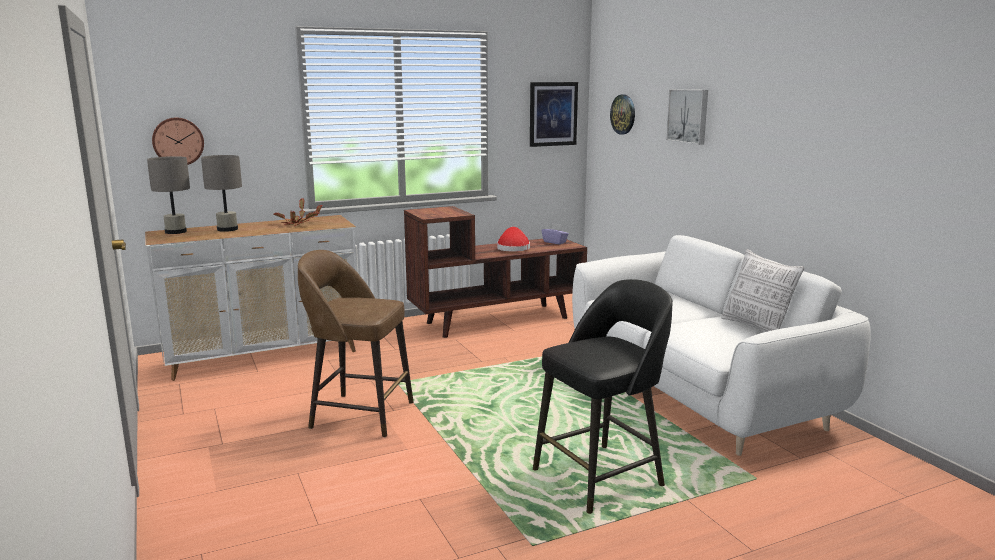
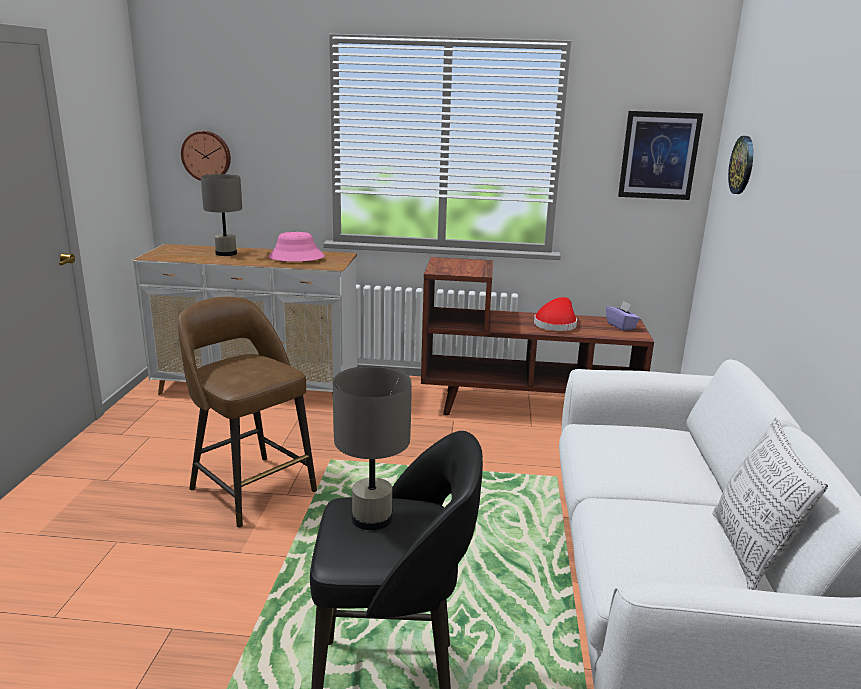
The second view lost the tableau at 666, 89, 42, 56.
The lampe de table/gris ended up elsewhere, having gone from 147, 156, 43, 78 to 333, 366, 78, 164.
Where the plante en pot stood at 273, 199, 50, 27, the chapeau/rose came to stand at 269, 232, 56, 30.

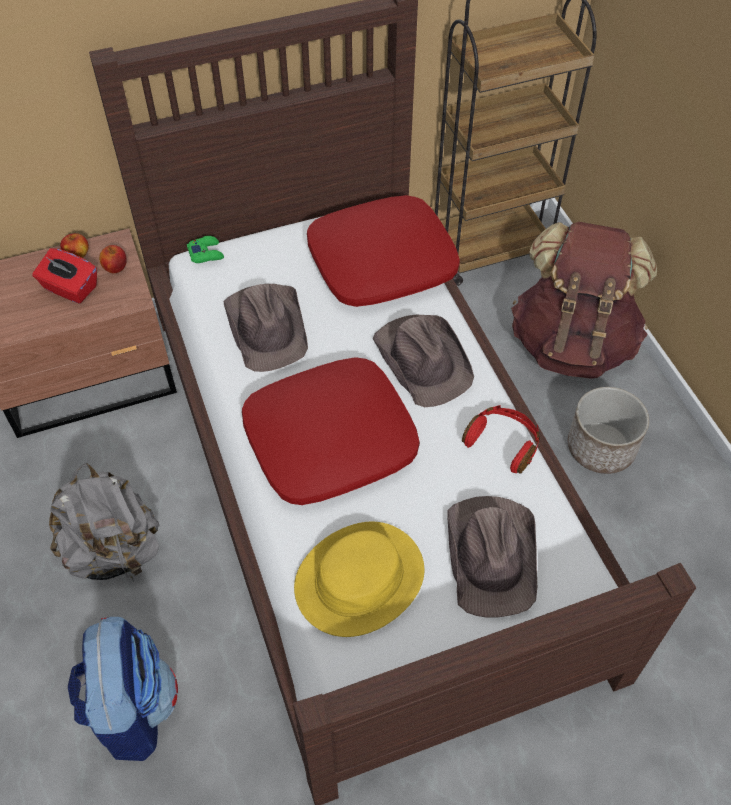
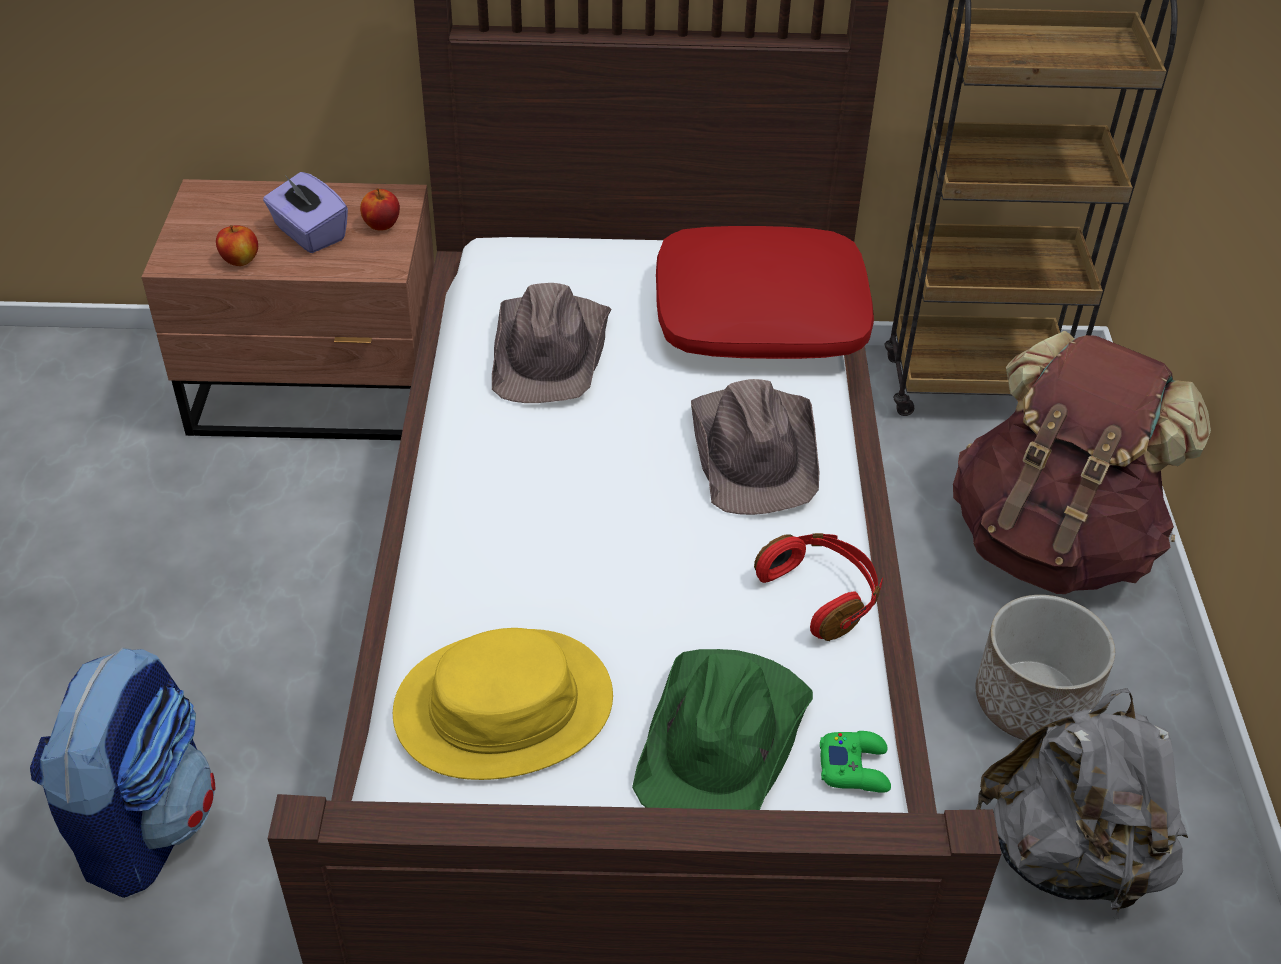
The second view lost the coussin/rouge at 242, 357, 178, 148.
The sac à dos/gris ended up elsewhere, having gone from 49, 463, 111, 118 to 976, 688, 212, 231.
The pomme ended up elsewhere, having gone from 60, 233, 29, 25 to 216, 225, 42, 41.
The manette/vert ended up elsewhere, having gone from 187, 236, 37, 27 to 820, 731, 71, 62.
What was the boîte à mouchoirs/rouge at 32, 248, 65, 56 turned into the boîte à mouchoirs/violet at 263, 172, 85, 81.
What was the chapeau/marron at 447, 496, 90, 122 turned into the chapeau/vert at 632, 649, 181, 161.

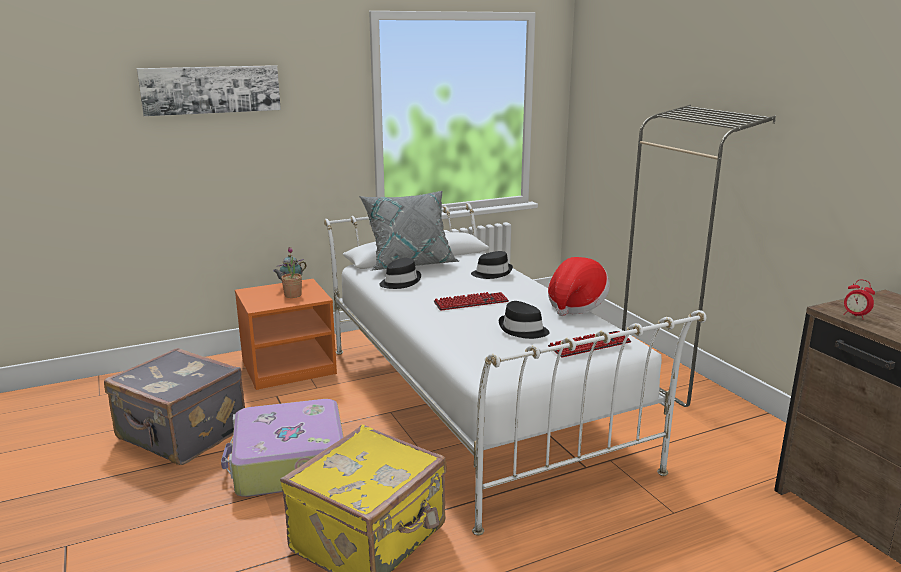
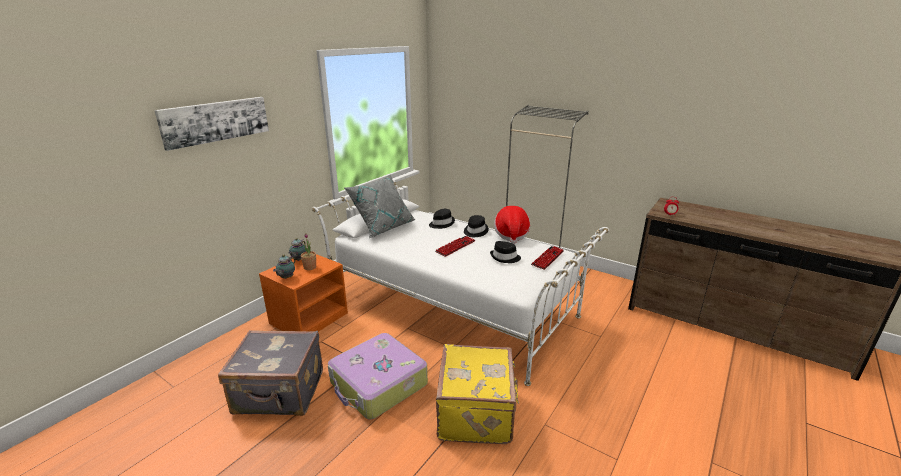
The second view gained the théière at 273, 255, 22, 24.
The chapeau/noir ended up elsewhere, having gone from 380, 258, 41, 31 to 464, 215, 25, 22.

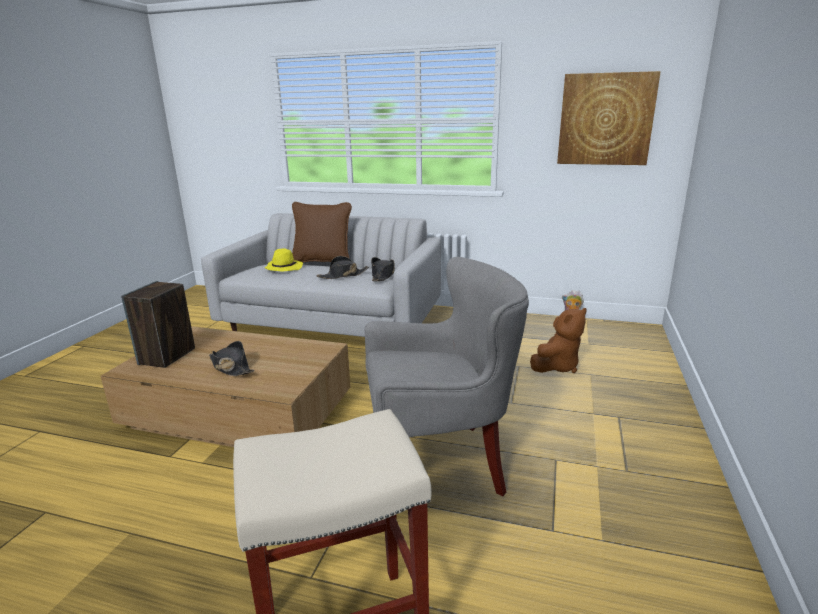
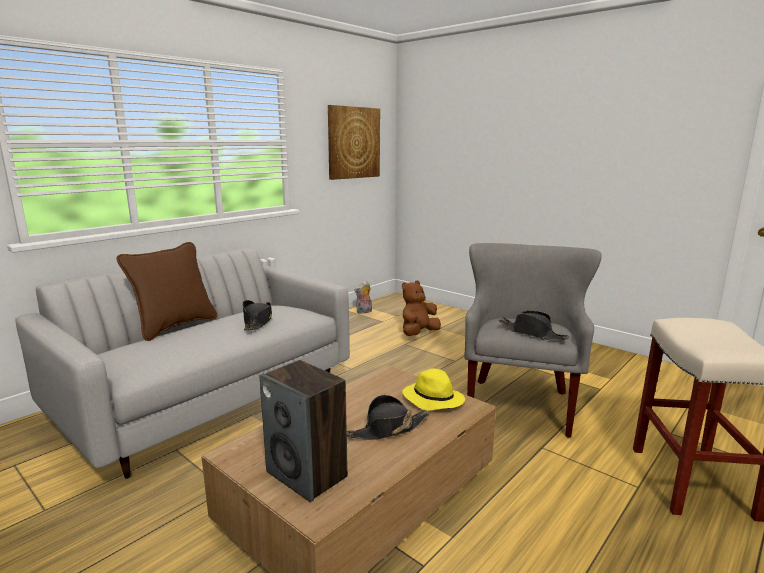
The chapeau/jaune ended up elsewhere, having gone from 264, 248, 39, 23 to 402, 369, 63, 41.
The chapeau/noir ended up elsewhere, having gone from 371, 257, 24, 24 to 499, 310, 70, 31.
The peluche/marron at 530, 308, 56, 65 ended up facing another way, 120 degrees counterclockwise from before.

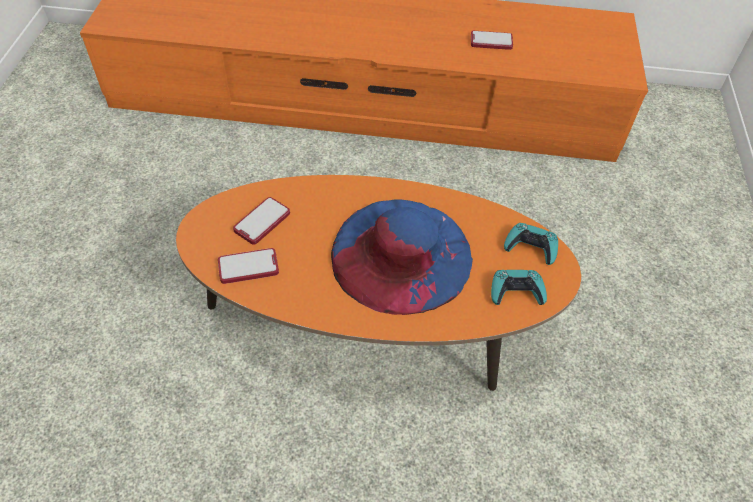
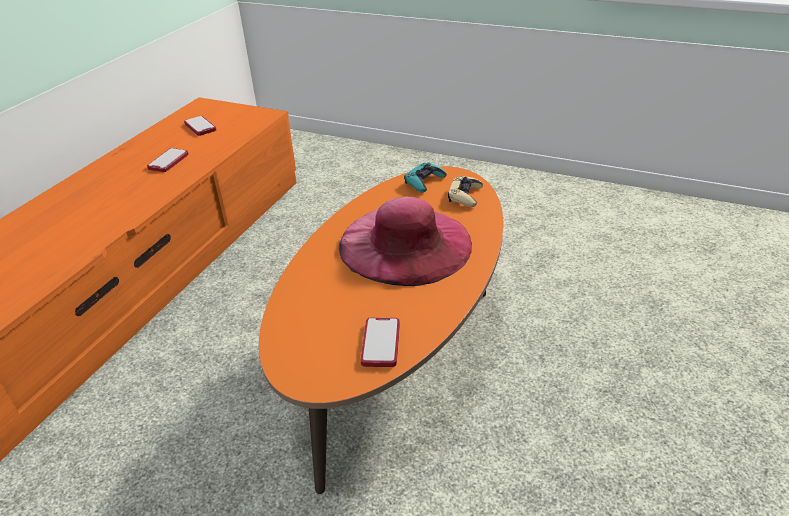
The téléphone ended up elsewhere, having gone from 233, 197, 57, 48 to 184, 116, 33, 20.
What was the chapeau/bleu at 331, 199, 142, 116 turned into the chapeau/rose at 339, 197, 133, 89.
What was the manette/turquoise at 491, 270, 56, 35 turned into the manette/beige at 448, 176, 35, 31.

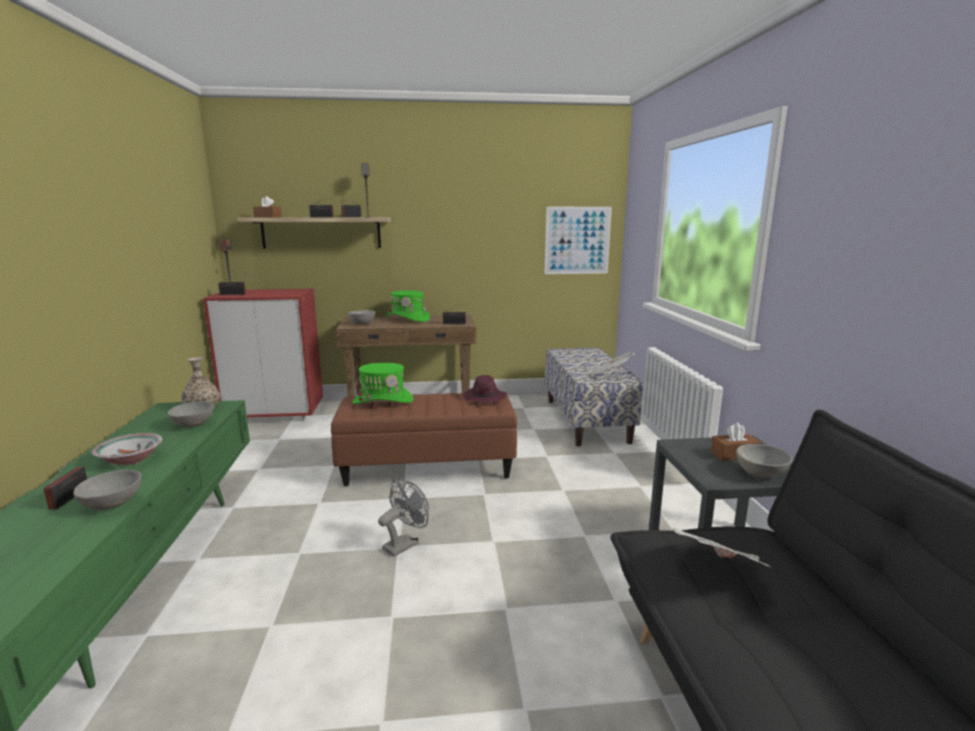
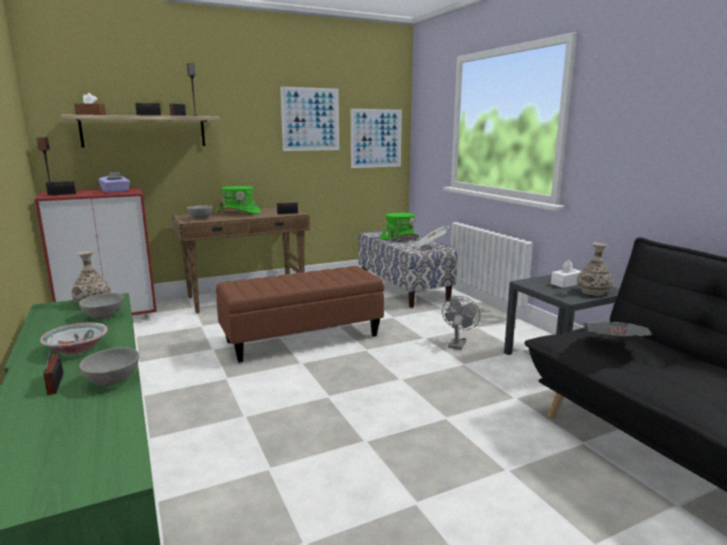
The second view lost the chapeau/violet at 464, 375, 43, 28.
The second view gained the boîte à mouchoirs/violet at 98, 172, 32, 21.
The second view gained the tableau at 280, 87, 59, 64.
The chapeau/vert ended up elsewhere, having gone from 352, 363, 62, 41 to 380, 213, 40, 27.
The ventilateur/gris ended up elsewhere, having gone from 378, 479, 51, 78 to 442, 296, 38, 54.
Where the bol/gris stood at 736, 444, 56, 34, the vase came to stand at 577, 243, 36, 53.
What was the boîte à mouchoirs/marron at 710, 423, 51, 38 turned into the boîte à mouchoirs/blanc at 551, 260, 30, 28.

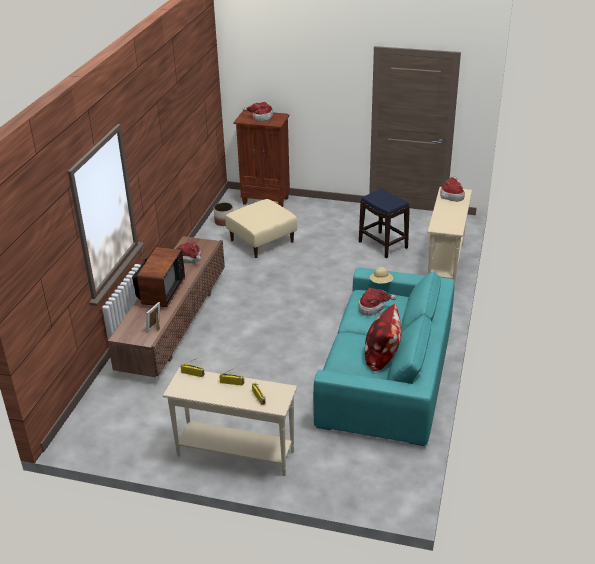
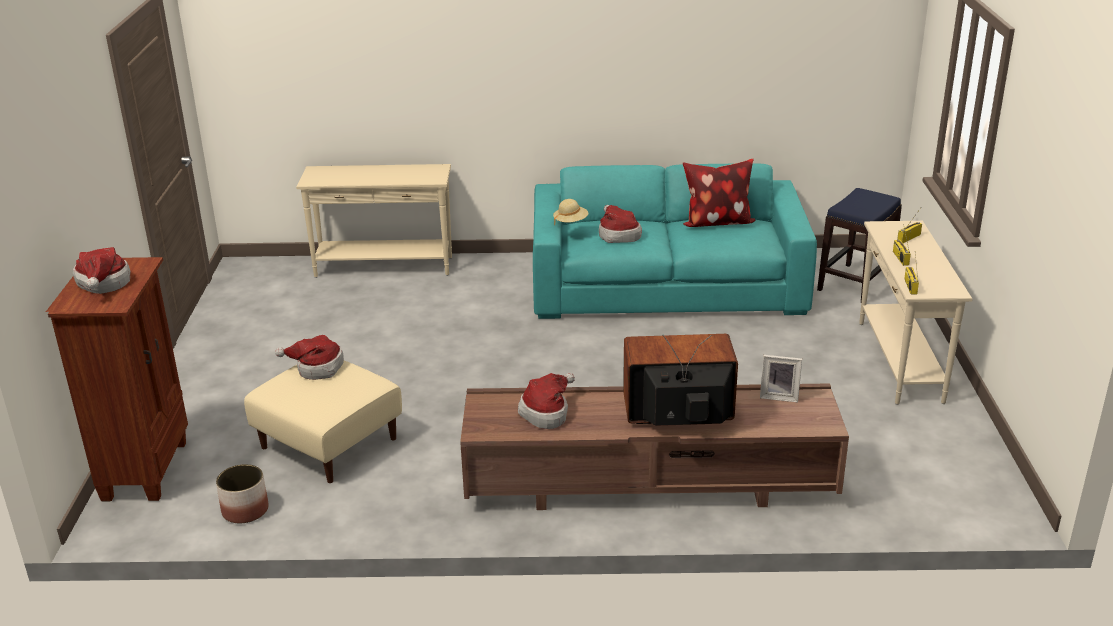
The tabouret ended up elsewhere, having gone from 359, 189, 51, 69 to 817, 188, 85, 113.
The chapeau ended up elsewhere, having gone from 440, 177, 25, 25 to 275, 335, 69, 45.

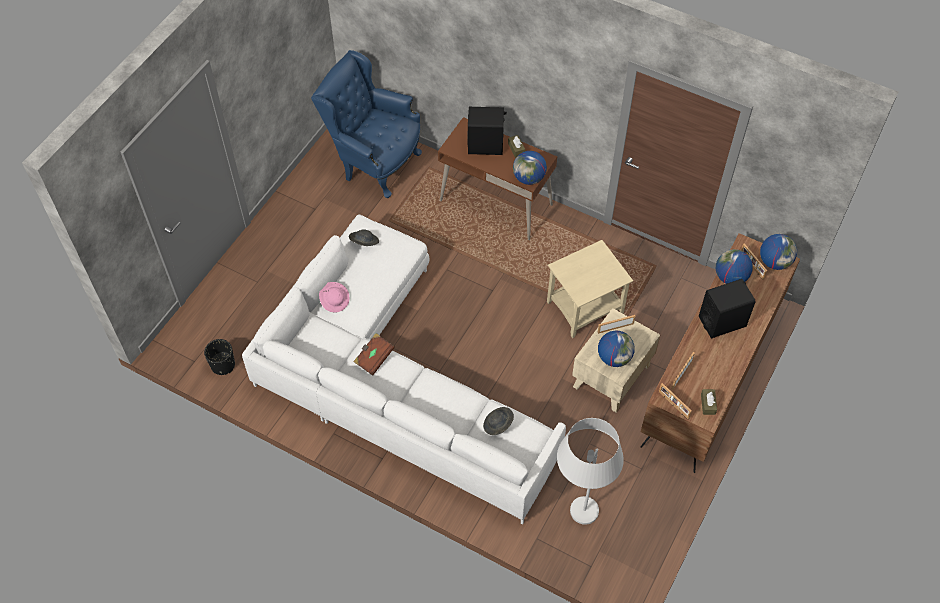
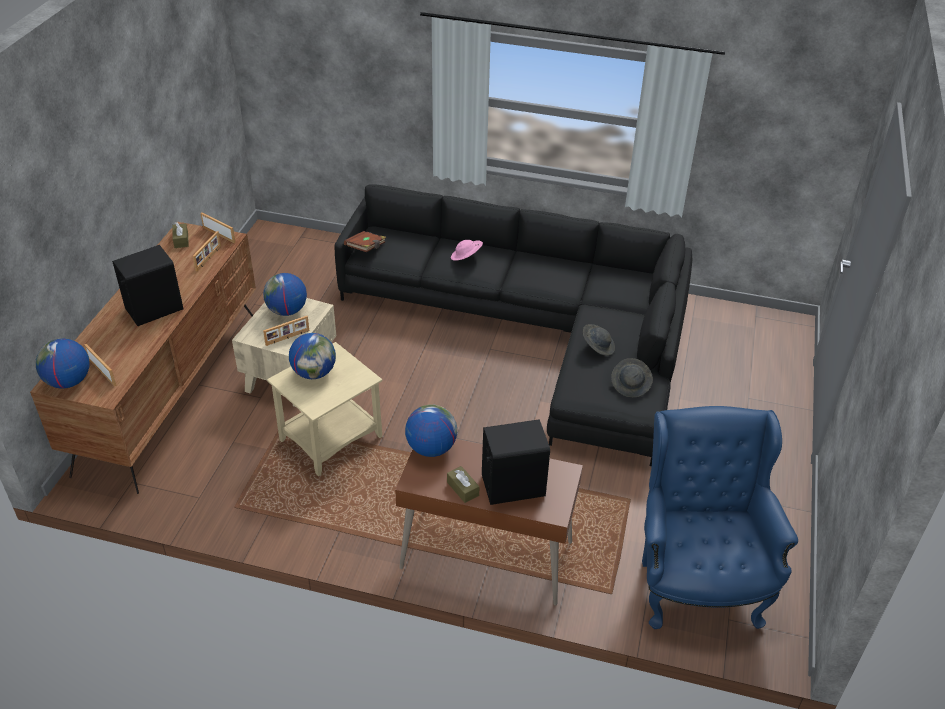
The second view lost the cache-pot/noir at 204, 339, 31, 36.
The second view lost the lampadaire/blanc at 557, 418, 67, 107.
The chapeau/rose ended up elsewhere, having gone from 319, 282, 30, 30 to 451, 240, 32, 21.
The livre/marron ended up elsewhere, having gone from 353, 333, 42, 43 to 344, 231, 42, 22.
The chapeau/gris ended up elsewhere, having gone from 483, 407, 31, 28 to 583, 324, 32, 32.
The globe ended up elsewhere, having gone from 716, 249, 37, 35 to 289, 333, 47, 46.
What was the canapé/blanc at 242, 214, 324, 311 turned into the canapé/noir at 334, 185, 358, 281.
The fauteuil/bleu at 311, 50, 111, 148 ended up facing another way, 105 degrees counterclockwise from before.

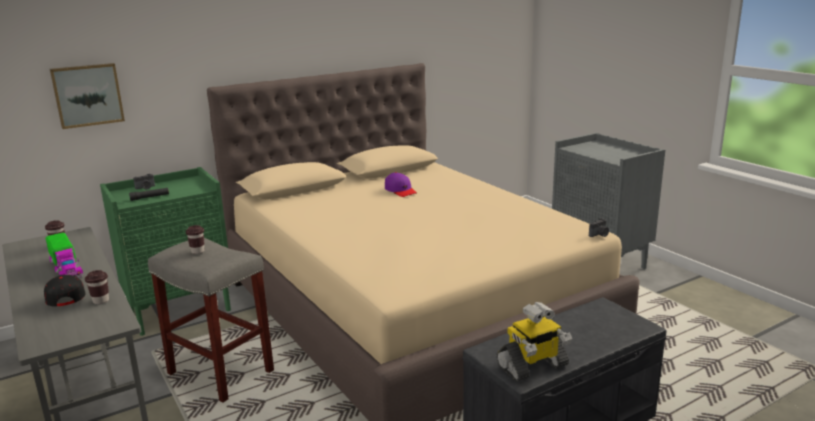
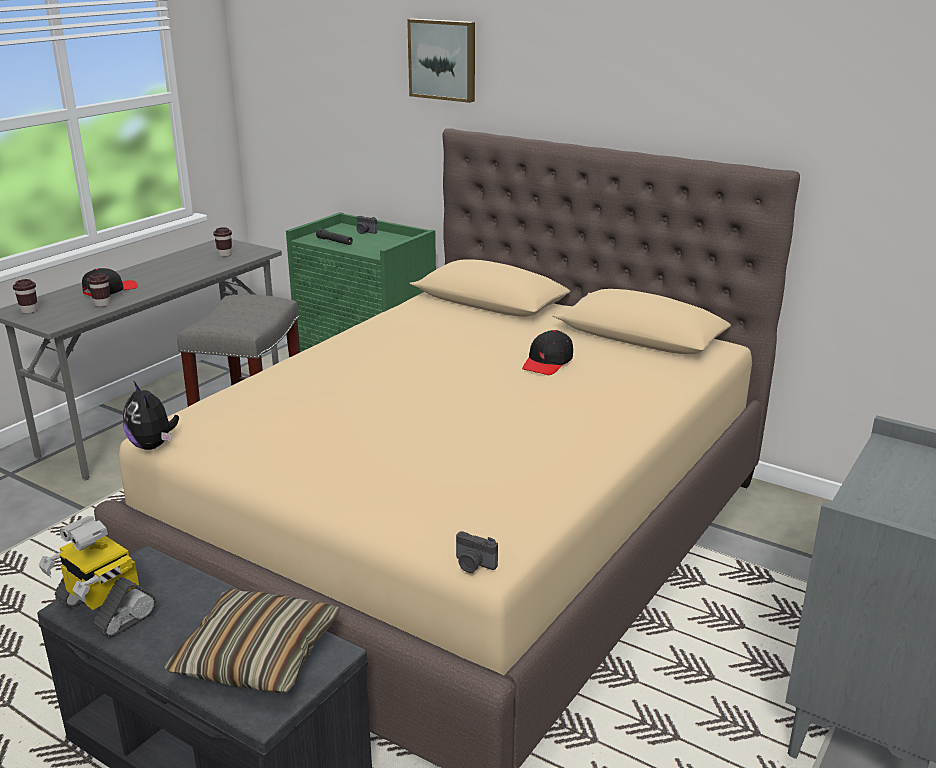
The second view lost the camion jouet at 45, 232, 39, 46.
The second view gained the peluche at 123, 382, 56, 68.
The second view gained the coussin at 164, 588, 177, 106.
The tableau ended up elsewhere, having gone from 50, 63, 75, 66 to 407, 19, 68, 84.
The tasse/marron ended up elsewhere, having gone from 186, 225, 18, 29 to 13, 279, 25, 35.
What was the casquette/violet at 385, 172, 32, 25 turned into the casquette/noir at 522, 330, 51, 45.

